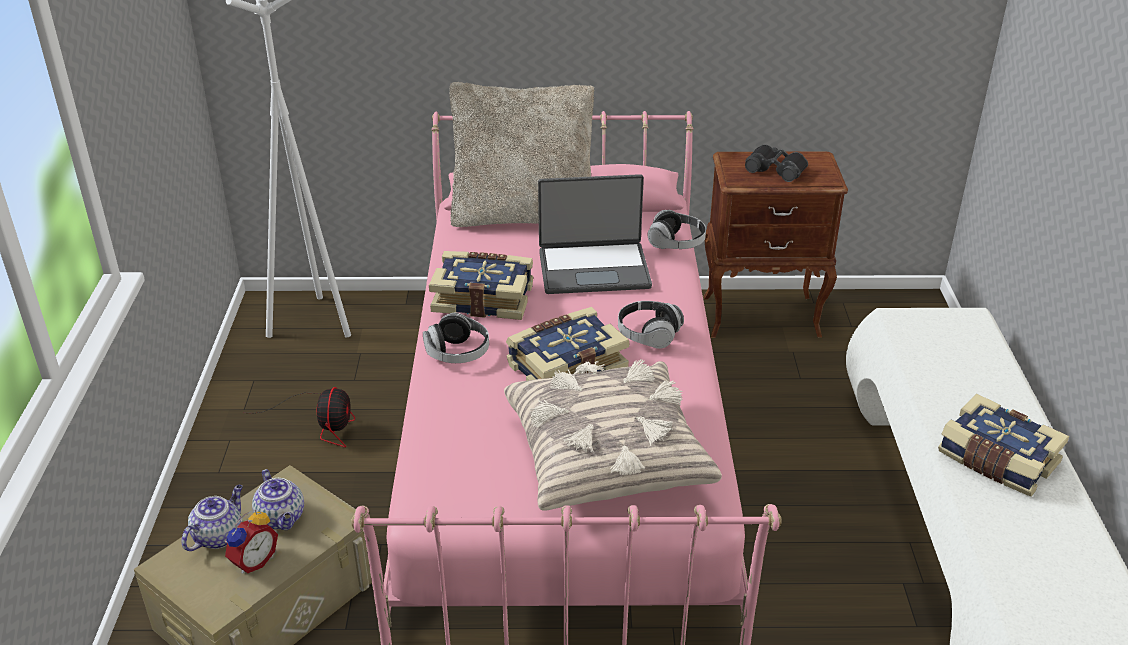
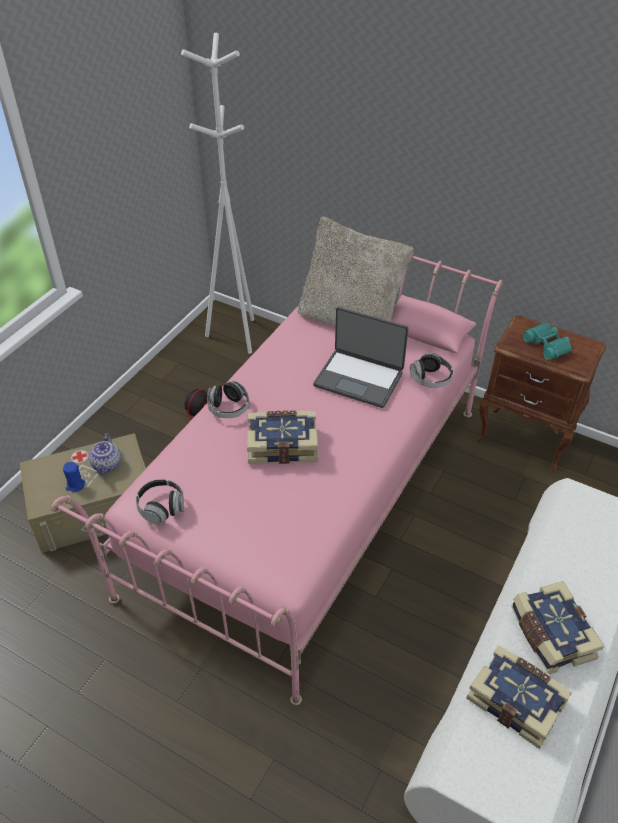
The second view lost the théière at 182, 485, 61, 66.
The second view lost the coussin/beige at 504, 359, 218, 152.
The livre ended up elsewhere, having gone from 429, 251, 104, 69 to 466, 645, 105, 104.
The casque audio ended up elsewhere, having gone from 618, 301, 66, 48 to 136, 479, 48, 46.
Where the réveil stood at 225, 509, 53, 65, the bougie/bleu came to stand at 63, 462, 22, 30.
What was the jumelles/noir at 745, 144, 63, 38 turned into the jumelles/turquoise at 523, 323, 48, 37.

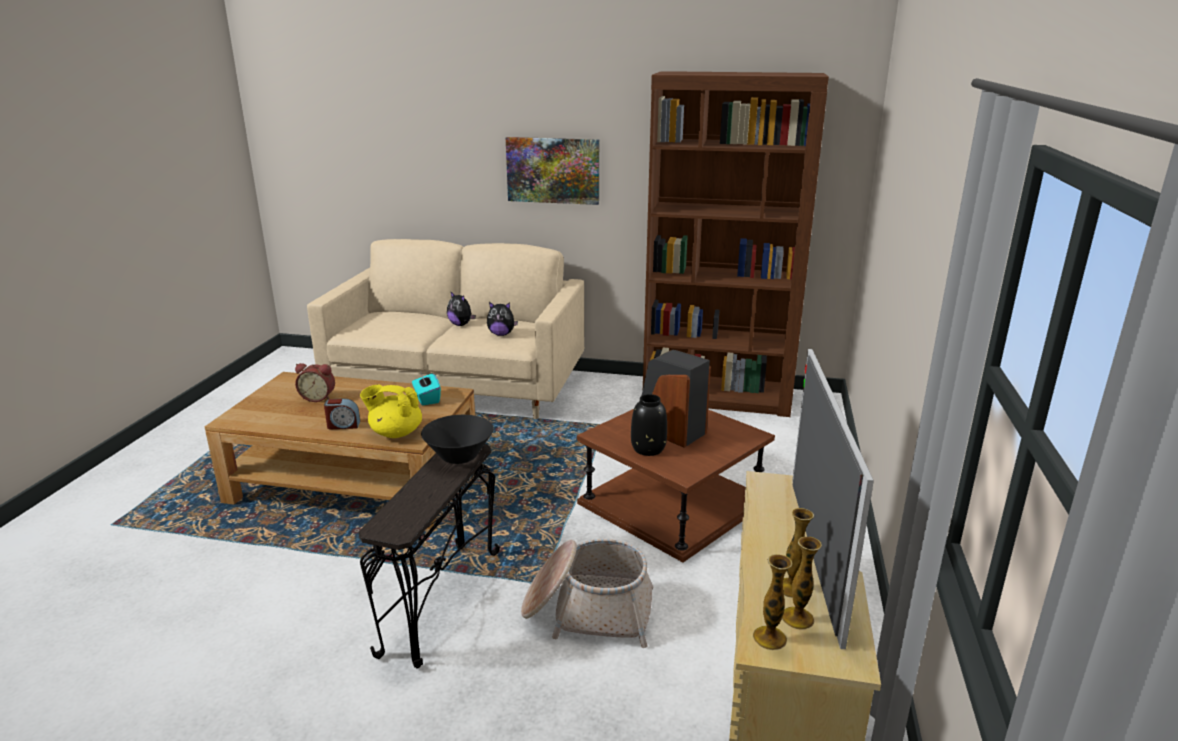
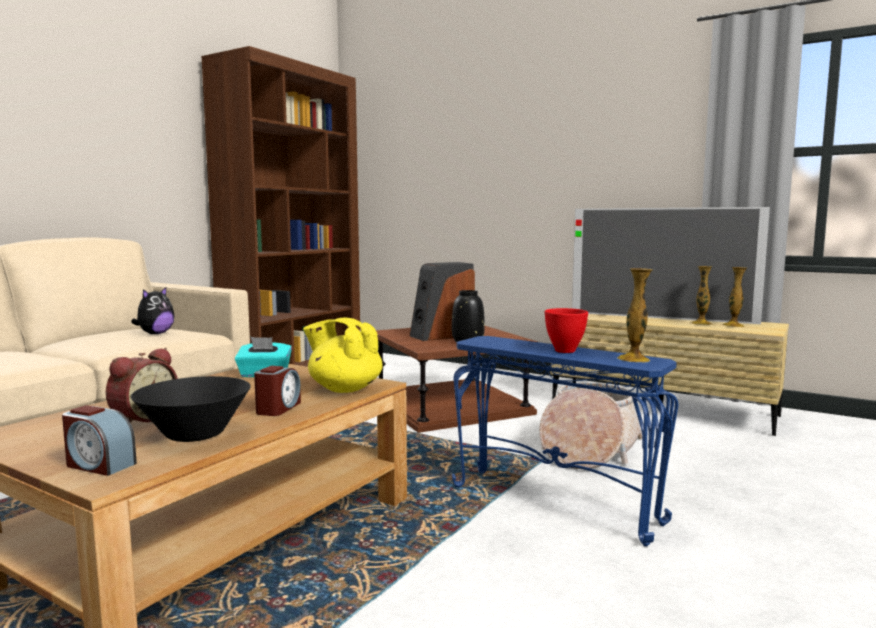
The second view lost the peluche at 447, 292, 29, 34.
The second view lost the tableau at 506, 137, 93, 68.
The second view gained the réveil at 62, 405, 75, 71.
The second view gained the bol/rouge at 544, 308, 44, 45.
The bol/noir ended up elsewhere, having gone from 421, 415, 72, 49 to 131, 376, 120, 66.
The vase ended up elsewhere, having gone from 753, 554, 39, 96 to 617, 268, 36, 95.
What was the table d'appoint/noir at 358, 444, 142, 225 turned into the table d'appoint/bleu at 452, 336, 226, 211.
The théière/jaune at 360, 385, 62, 53 ended up facing another way, 90 degrees clockwise from before.

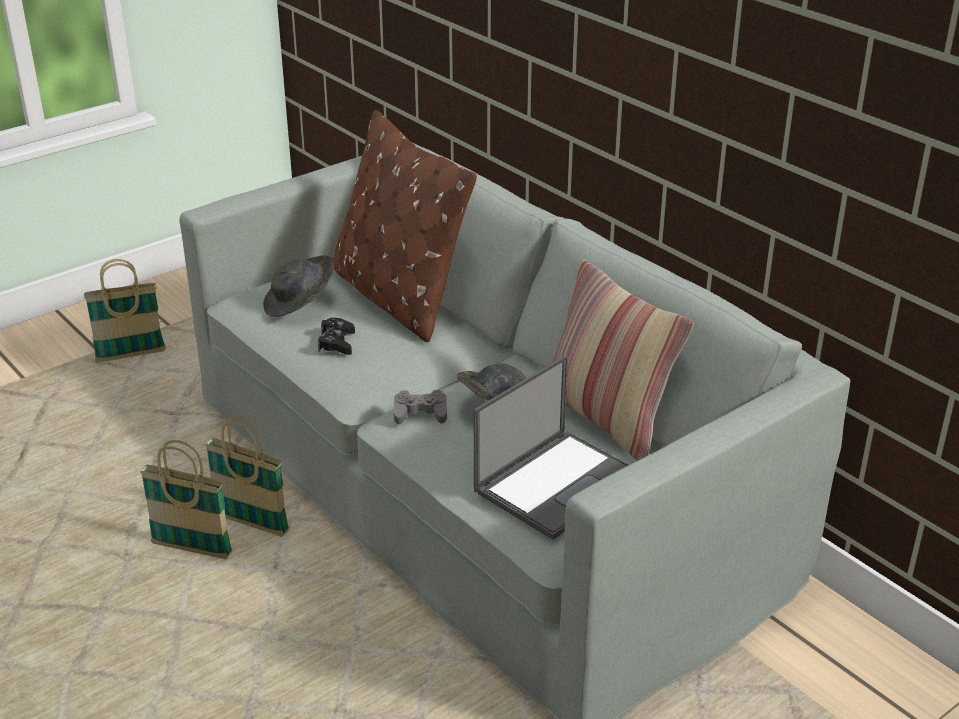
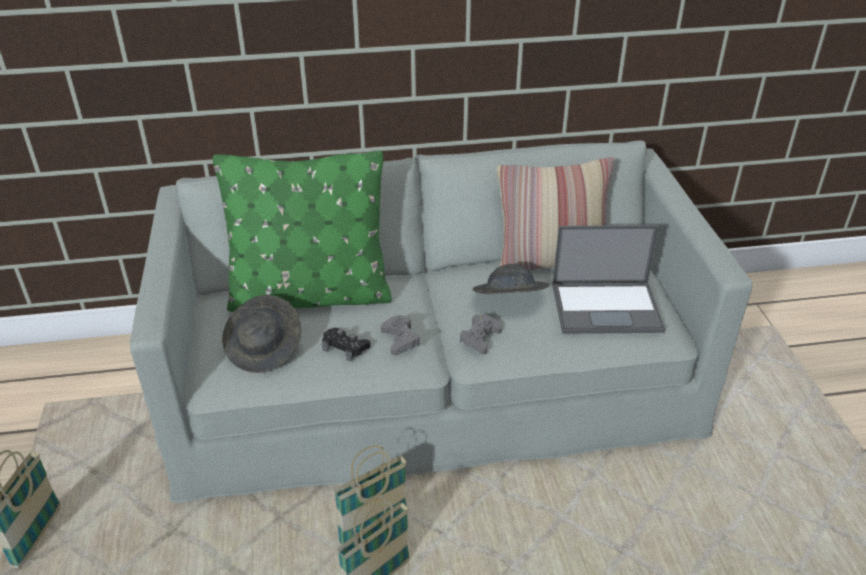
The second view gained the manette/gris at 381, 315, 39, 40.
What was the coussin/marron at 333, 110, 144, 232 turned into the coussin/vert at 213, 151, 179, 161.
The ordinateur portable at 474, 355, 154, 185 ended up facing another way, 105 degrees clockwise from before.

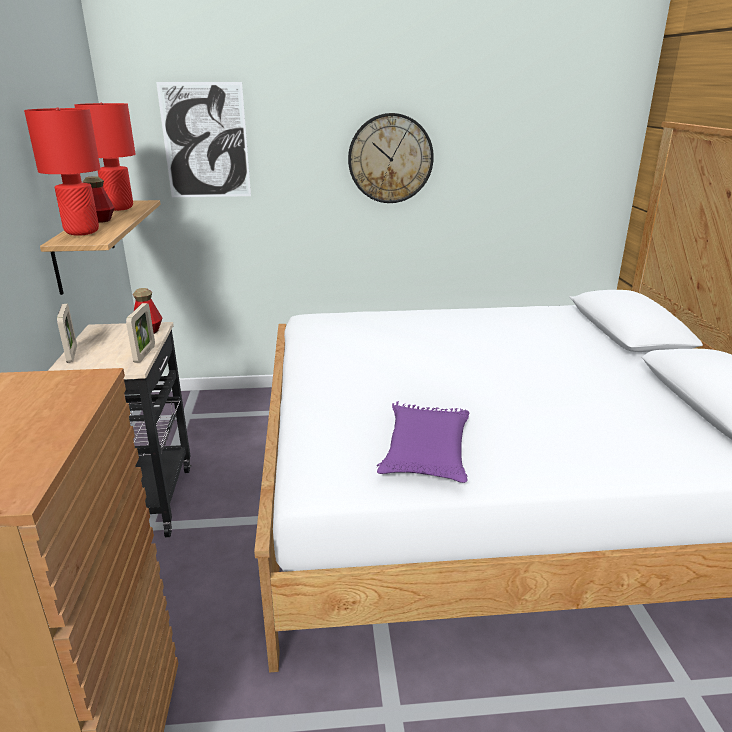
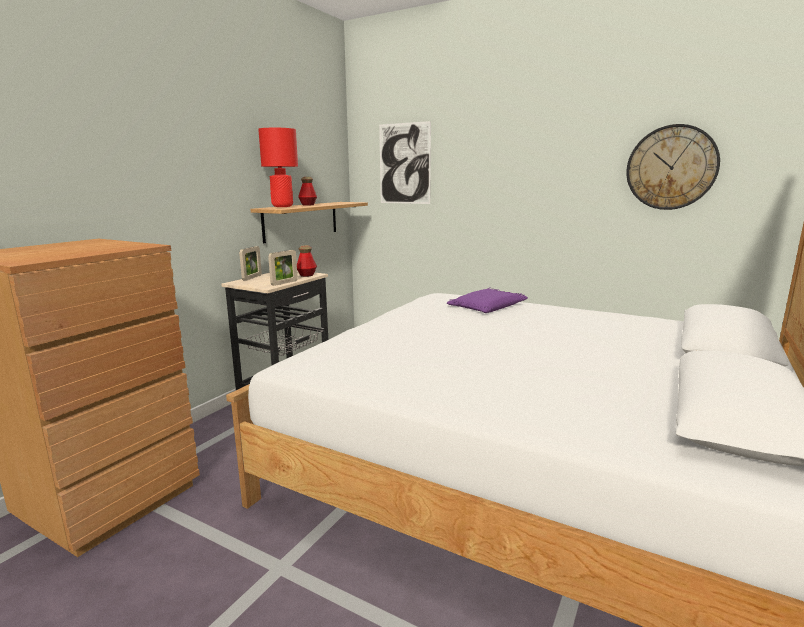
The second view lost the lampe de table/rouge at 74, 102, 62, 109.
The horloge murale ended up elsewhere, having gone from 348, 113, 86, 90 to 626, 124, 94, 86.
The coussin/violet ended up elsewhere, having gone from 377, 401, 92, 82 to 447, 287, 81, 26.

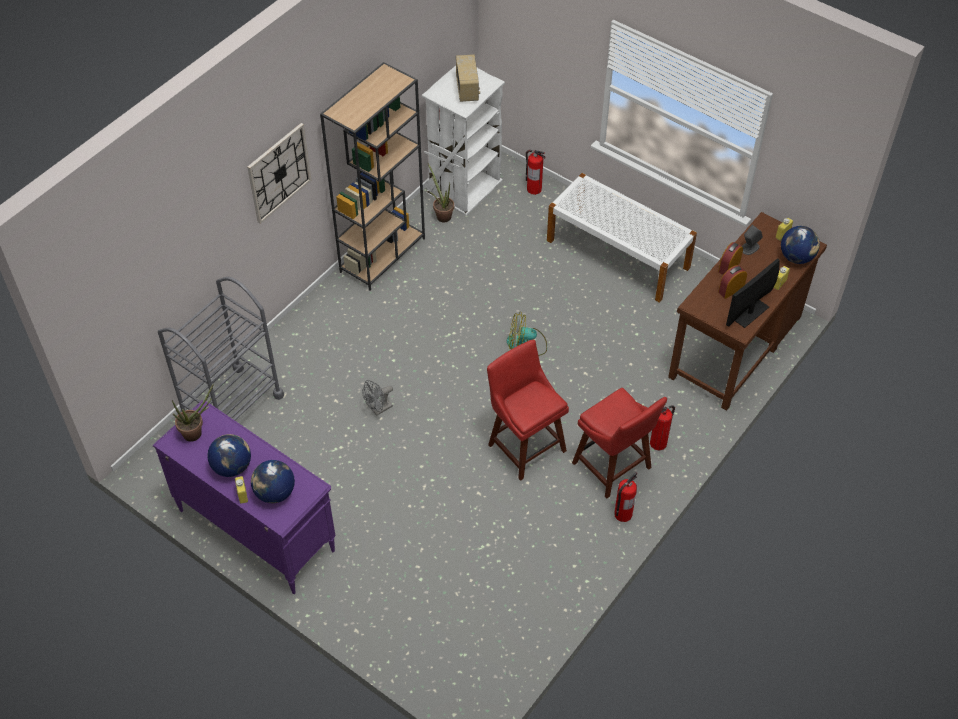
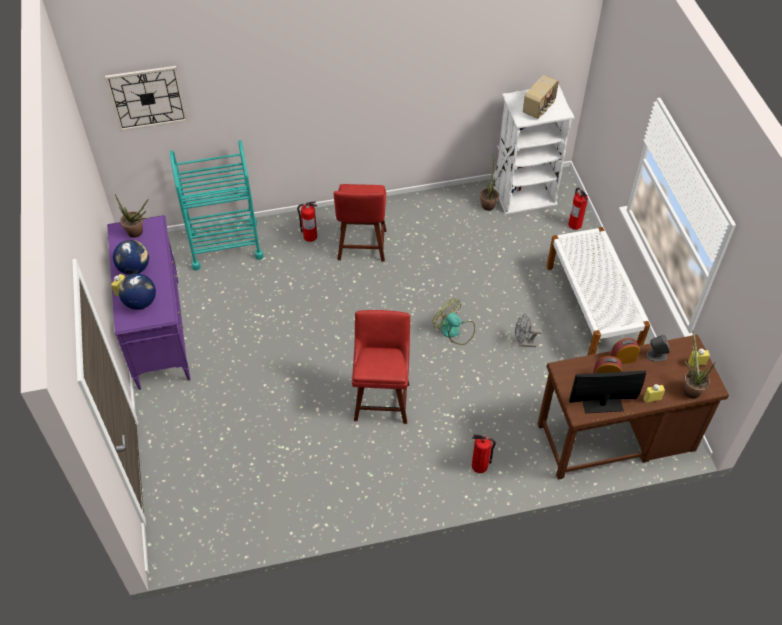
The second view lost the bibliothèque at 320, 62, 105, 228.
The horloge murale ended up elsewhere, having gone from 247, 123, 64, 101 to 105, 66, 83, 65.
The ventilateur/gris ended up elsewhere, having gone from 362, 380, 31, 36 to 515, 314, 27, 33.
The chaise/rouge ended up elsewhere, having gone from 572, 388, 95, 110 to 334, 184, 52, 78.
The extincteur ended up elsewhere, having gone from 614, 472, 23, 50 to 297, 201, 20, 41.
Where the globe stood at 781, 226, 39, 38, the plante en pot came to stand at 684, 332, 31, 67.
What was the chariot/gris at 158, 277, 126, 143 turned into the chariot/turquoise at 170, 140, 94, 130.

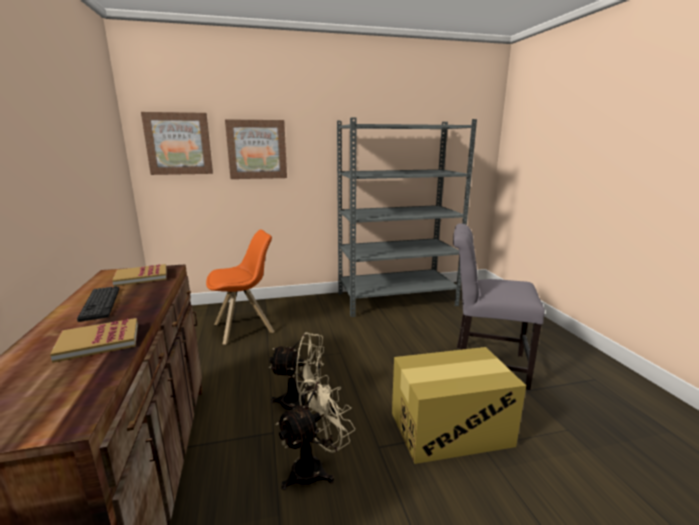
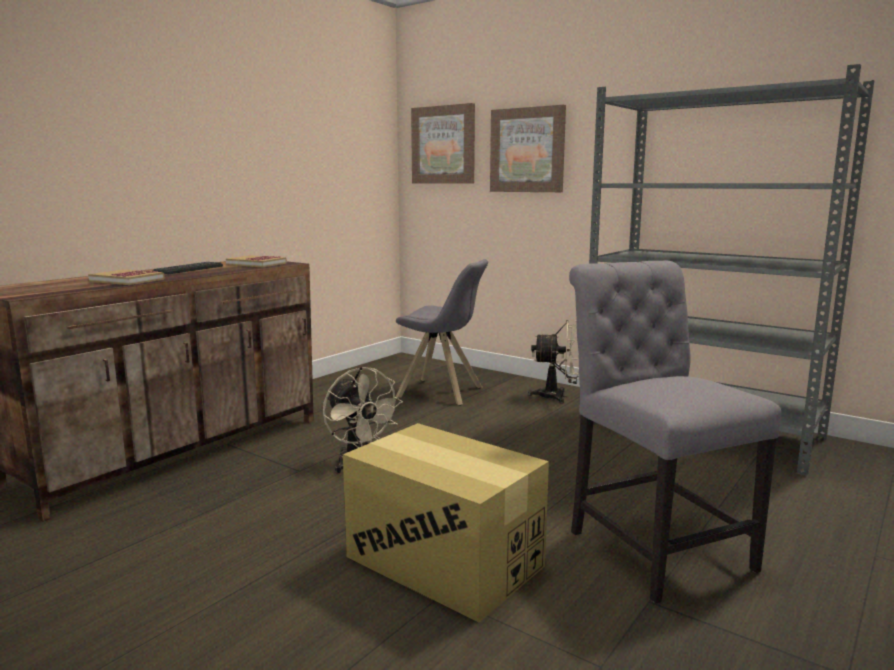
The ventilateur/beige ended up elsewhere, having gone from 276, 375, 79, 115 to 528, 320, 51, 84.
What was the chaise/orange at 206, 230, 69, 115 turned into the chaise/gris at 396, 259, 92, 147.

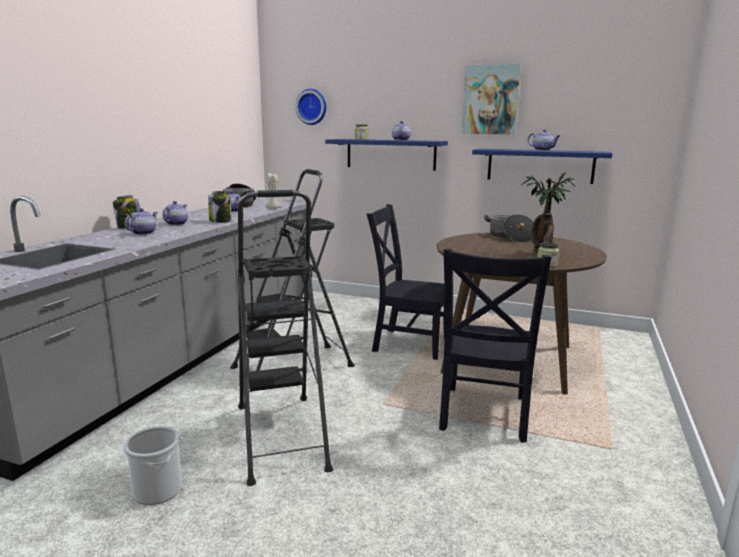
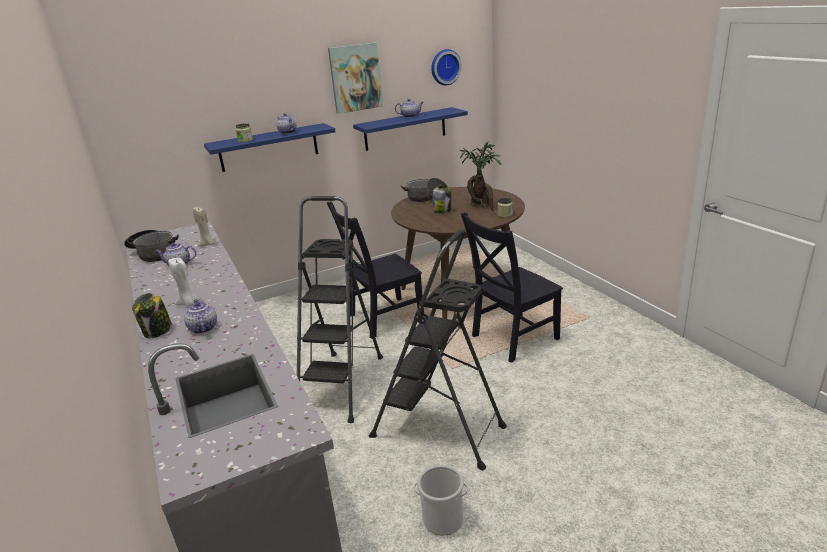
The bocal ended up elsewhere, having gone from 208, 191, 23, 32 to 432, 185, 19, 29.
The horloge murale ended up elsewhere, having gone from 295, 89, 32, 36 to 431, 49, 31, 37.
Where the théière stood at 162, 201, 26, 24, the bougie/blanc came to stand at 168, 257, 32, 49.
The chaise/noir at 439, 248, 112, 194 ended up facing another way, 90 degrees clockwise from before.

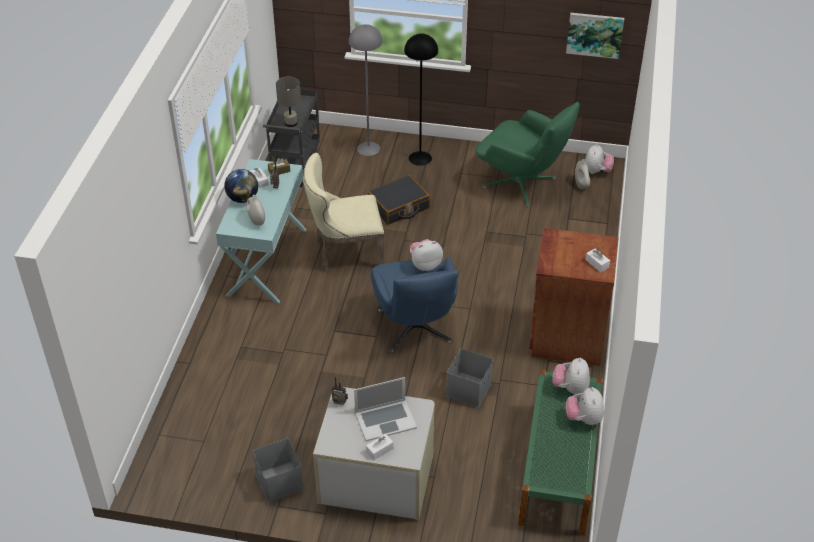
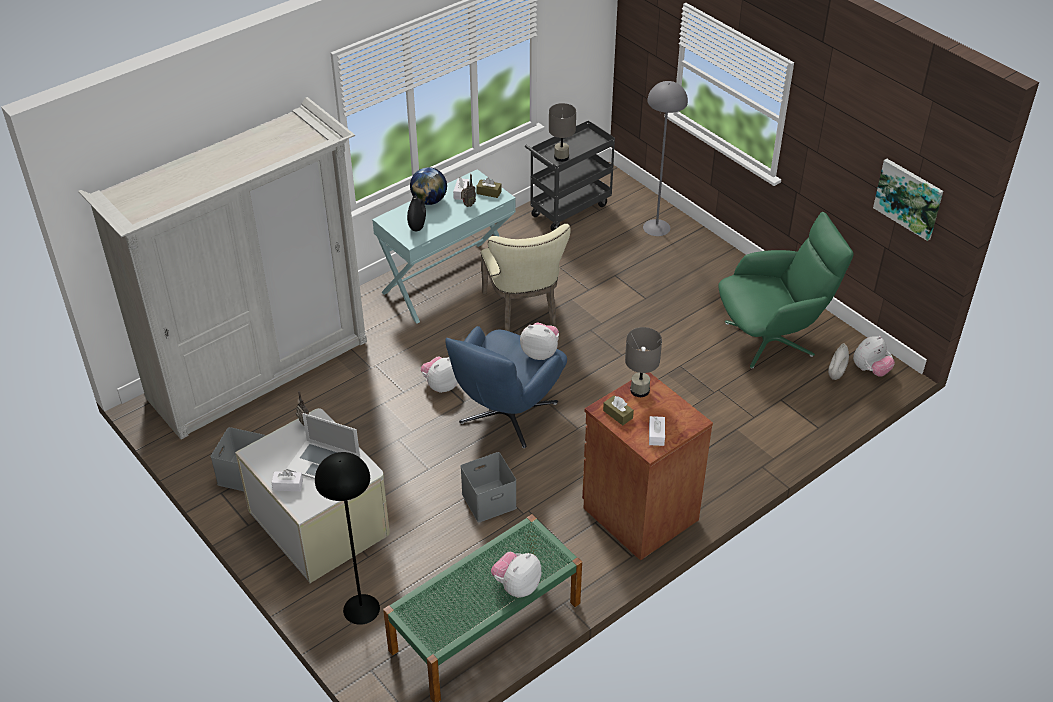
The second view lost the valise/noir at 368, 175, 62, 50.
The second view gained the armoire/blanc at 78, 97, 289, 342.
The second view gained the boîte à mouchoirs/marron at 603, 396, 31, 29.
The second view gained the lampe de table/gris at 625, 327, 37, 70.
The lampadaire/noir ended up elsewhere, having gone from 404, 34, 34, 132 to 315, 452, 65, 173.
The peluche ended up elsewhere, having gone from 552, 357, 38, 37 to 421, 356, 37, 37.
What was the vase/blanc at 246, 195, 19, 31 turned into the vase/noir at 407, 196, 19, 35.
The chaise/beige at 303, 153, 81, 118 ended up facing another way, 135 degrees counterclockwise from before.
The fauteuil/vert at 475, 102, 105, 104 ended up facing another way, 90 degrees counterclockwise from before.

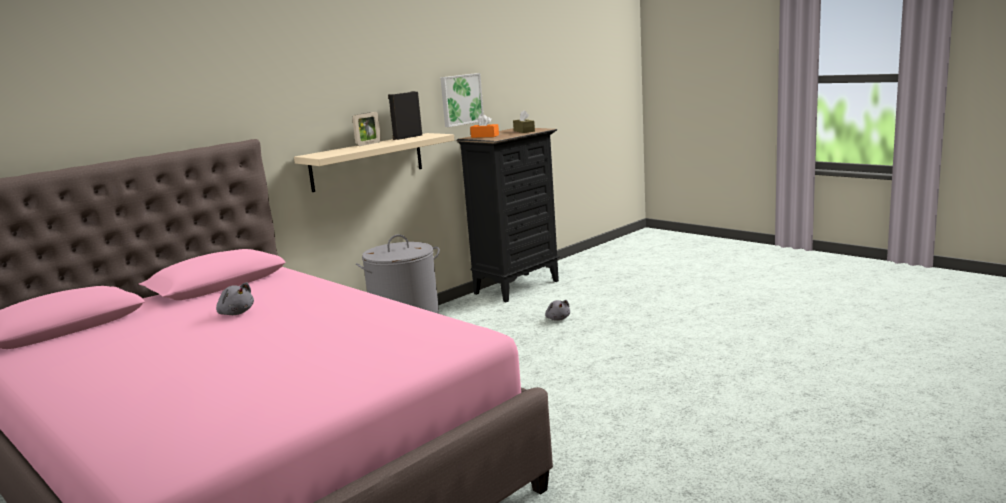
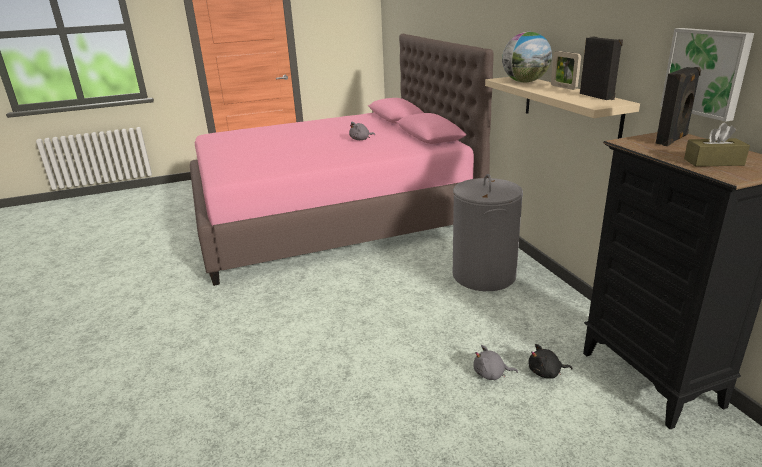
The second view gained the globe at 502, 32, 50, 50.
The second view gained the peluche/noir at 528, 344, 45, 35.
Where the boîte à mouchoirs/orange stood at 470, 115, 29, 23, the enceinte/noir came to stand at 655, 67, 46, 79.

